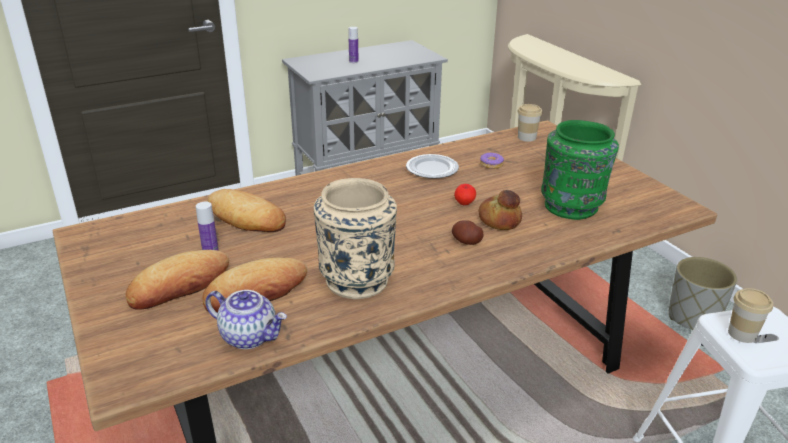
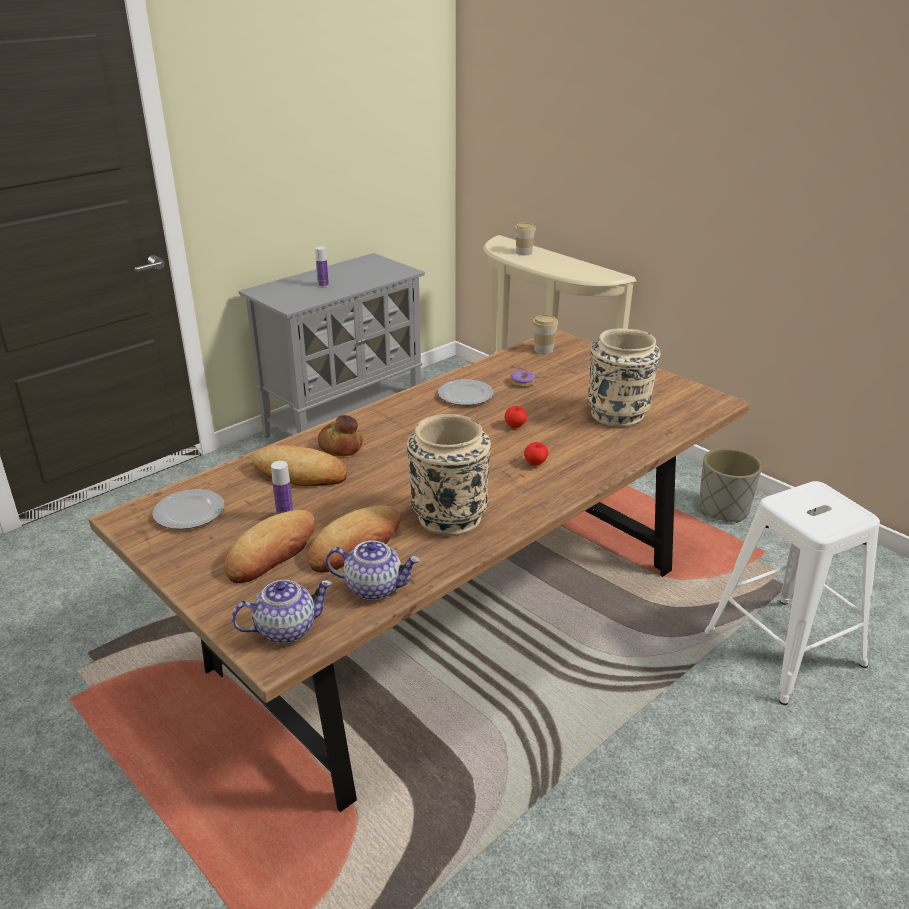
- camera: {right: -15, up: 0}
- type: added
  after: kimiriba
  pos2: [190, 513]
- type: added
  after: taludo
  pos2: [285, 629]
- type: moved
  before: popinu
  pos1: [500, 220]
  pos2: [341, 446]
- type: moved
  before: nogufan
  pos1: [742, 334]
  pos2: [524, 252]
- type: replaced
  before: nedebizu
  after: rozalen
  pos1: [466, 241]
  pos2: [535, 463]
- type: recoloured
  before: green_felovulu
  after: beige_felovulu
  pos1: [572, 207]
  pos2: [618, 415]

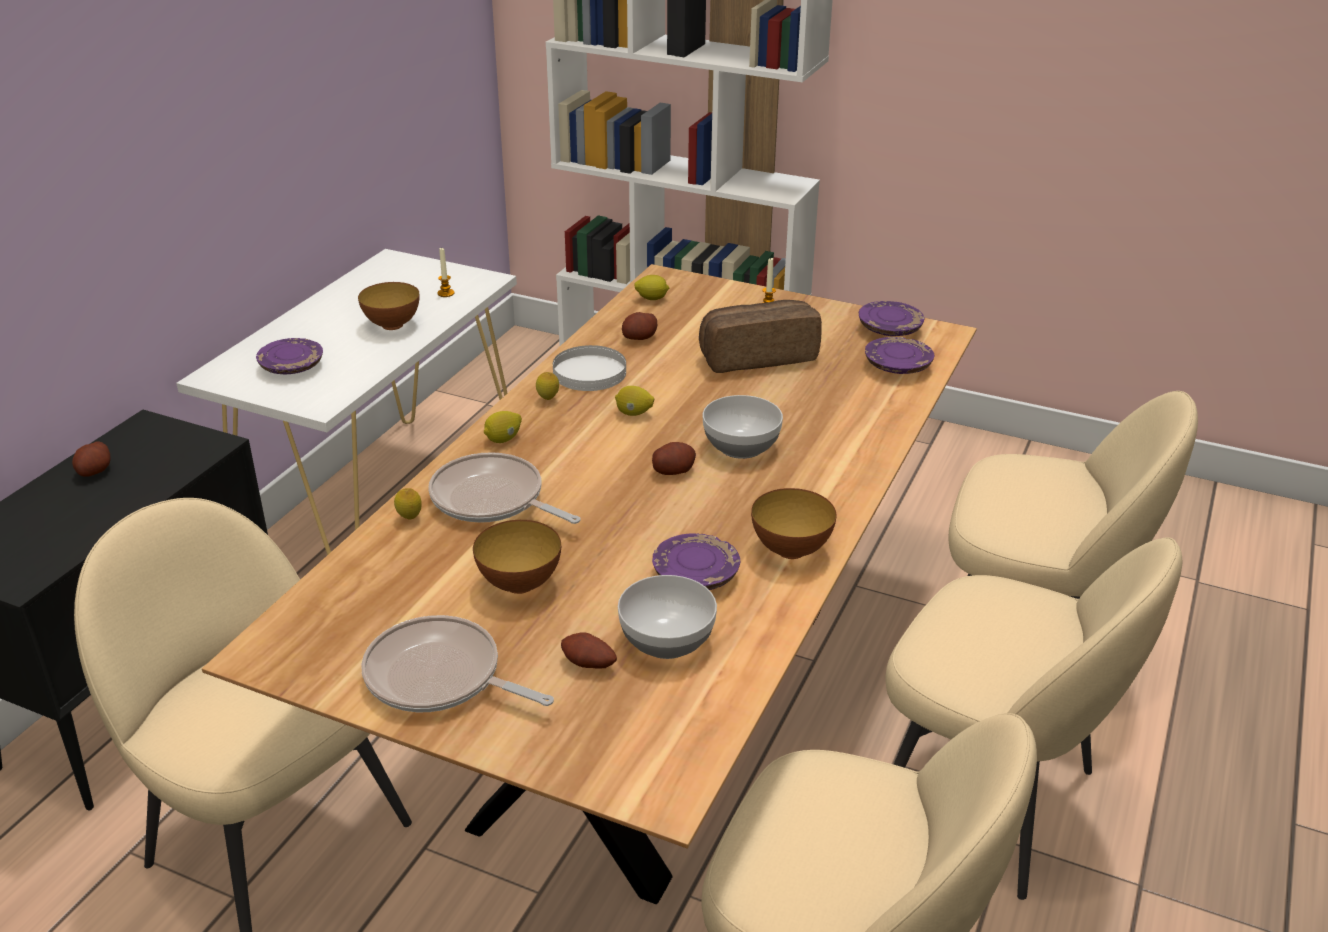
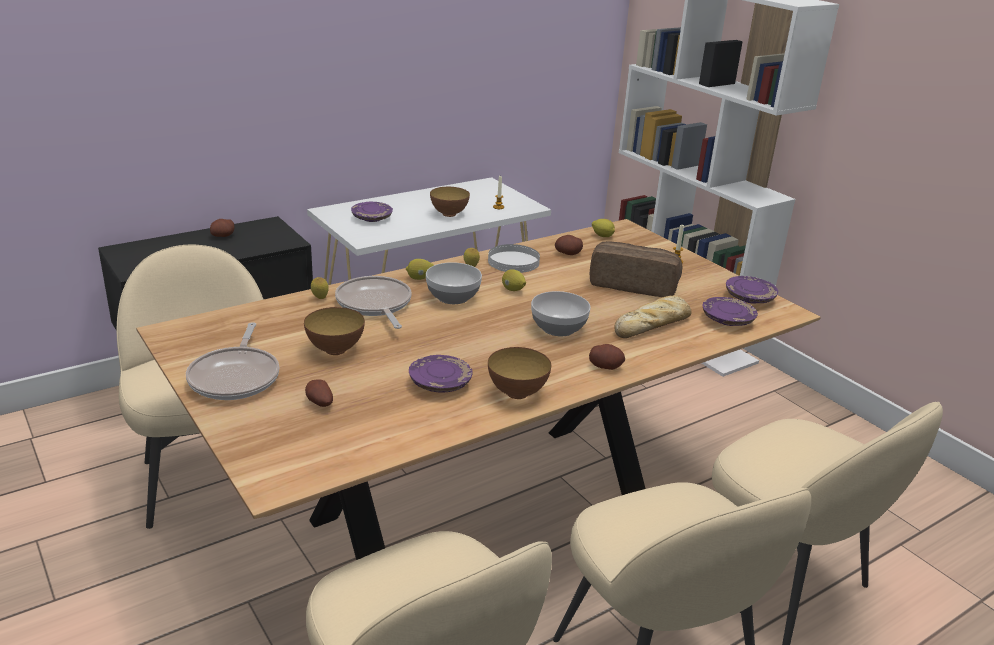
- camera: {right: 30, up: -5}
- type: added
  after: popinu
  pos2: [653, 324]
- type: moved
  before: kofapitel
  pos1: [666, 641]
  pos2: [452, 297]
- type: moved
  before: nedebizu
  pos1: [673, 471]
  pos2: [605, 366]
- type: turned
  before: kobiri
  pos1: [440, 677]
  pos2: [236, 377]
  turn: -150

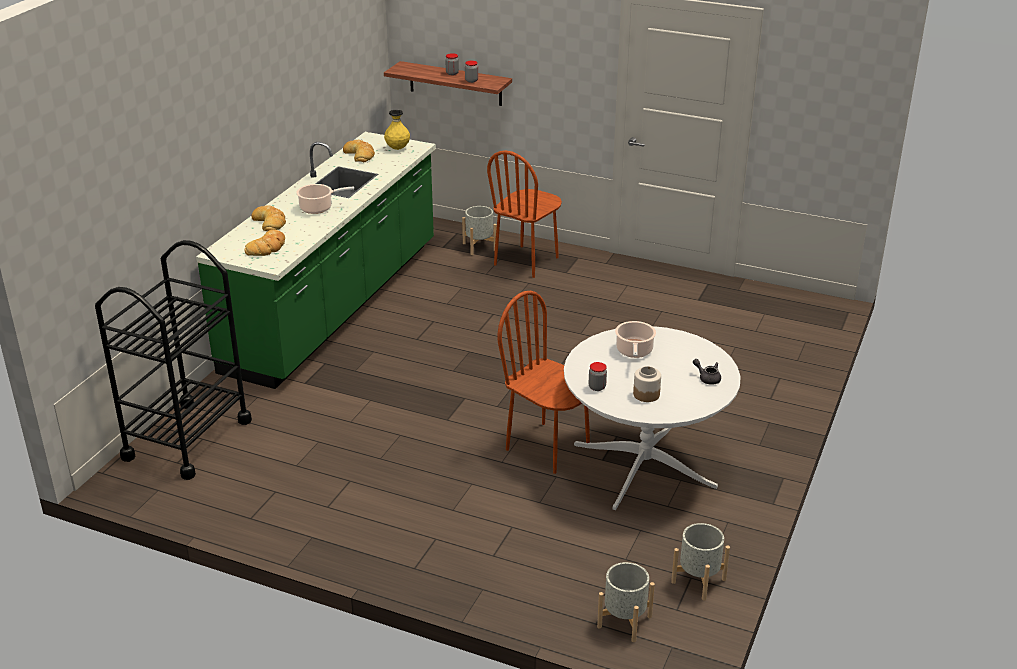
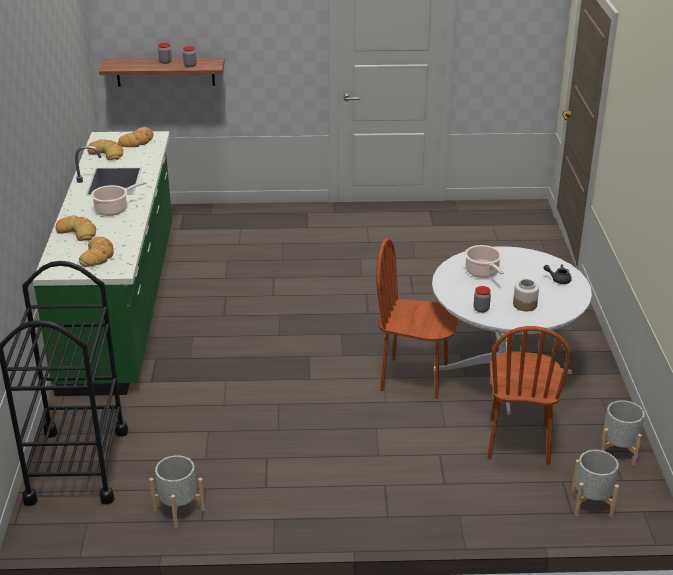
- camera: {right: -25, up: 0}
- type: moved
  before: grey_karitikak
  pos1: [479, 247]
  pos2: [179, 509]
- type: moved
  before: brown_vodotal
  pos1: [526, 261]
  pos2: [518, 441]
- type: replaced
  before: yellow_felovulu
  after: popinu
  pos1: [397, 148]
  pos2: [138, 141]

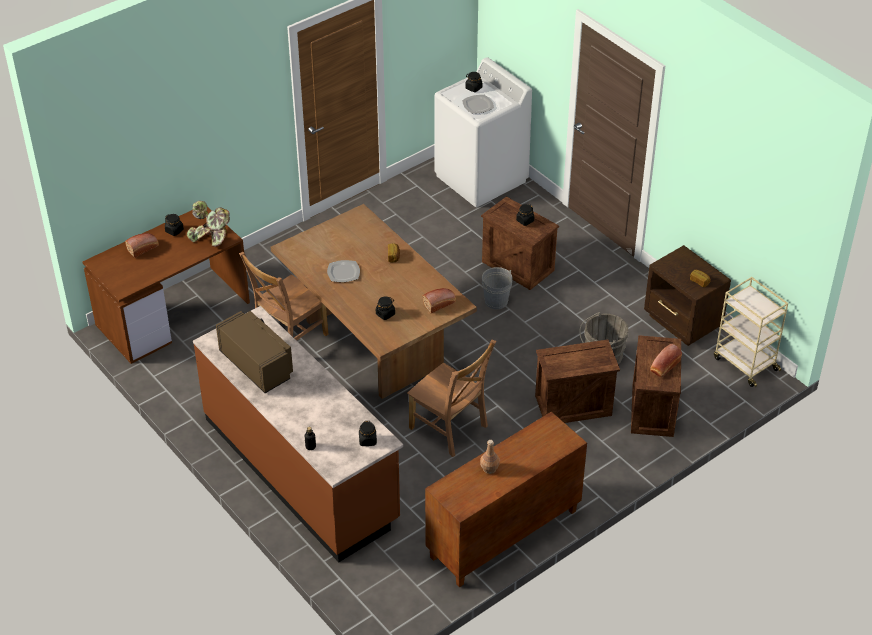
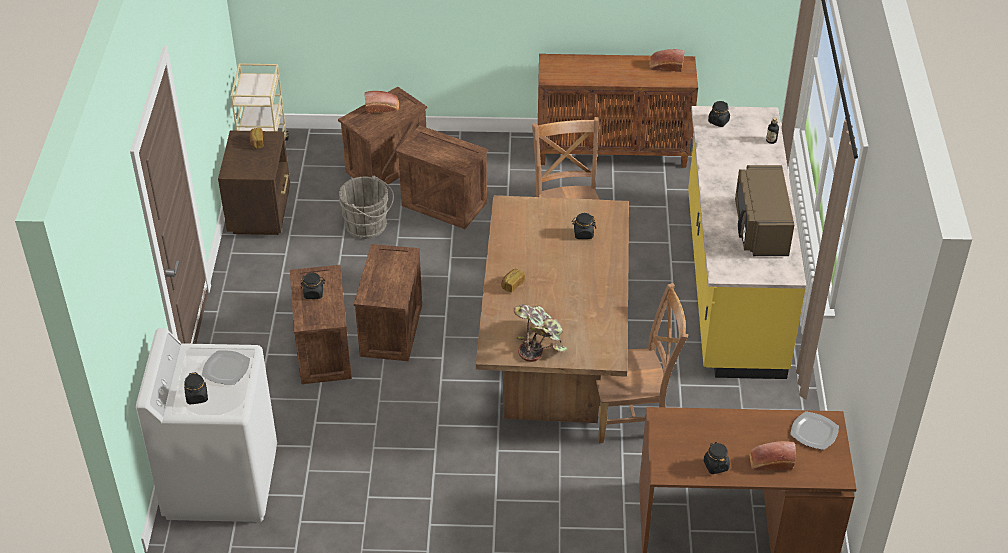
- camera: {right: -140, up: 0}
- type: removed
  before: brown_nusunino
  pos1: [489, 468]
- type: moved
  before: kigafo
  pos1: [211, 238]
  pos2: [539, 342]
- type: moved
  before: kimiriba
  pos1: [343, 272]
  pos2: [814, 432]
- type: moved
  before: popinu
  pos1: [440, 304]
  pos2: [665, 66]
- type: replaced
  before: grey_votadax
  after: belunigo
  pos1: [496, 301]
  pos2: [390, 329]
- type: recoloured
  before: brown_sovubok
  after: yellow_sovubok
  pos1: [301, 469]
  pos2: [731, 284]

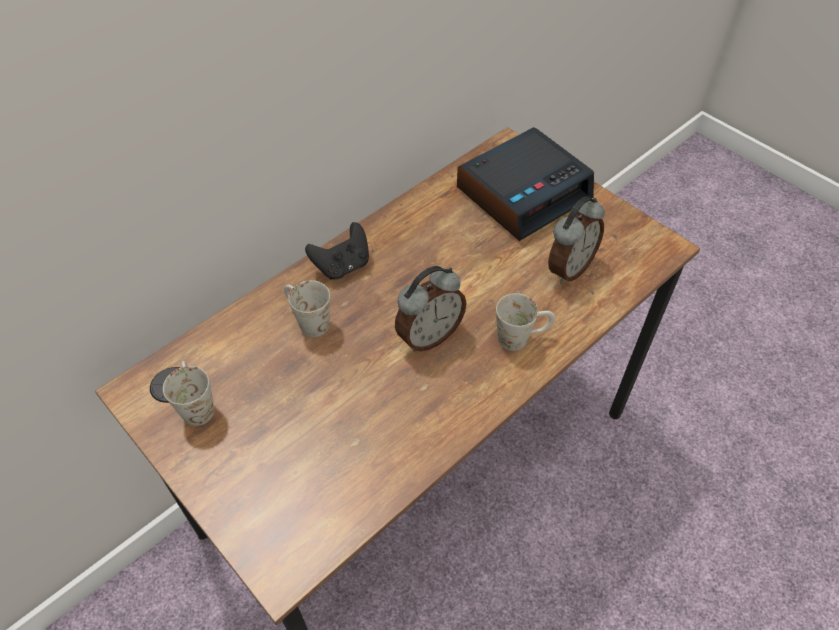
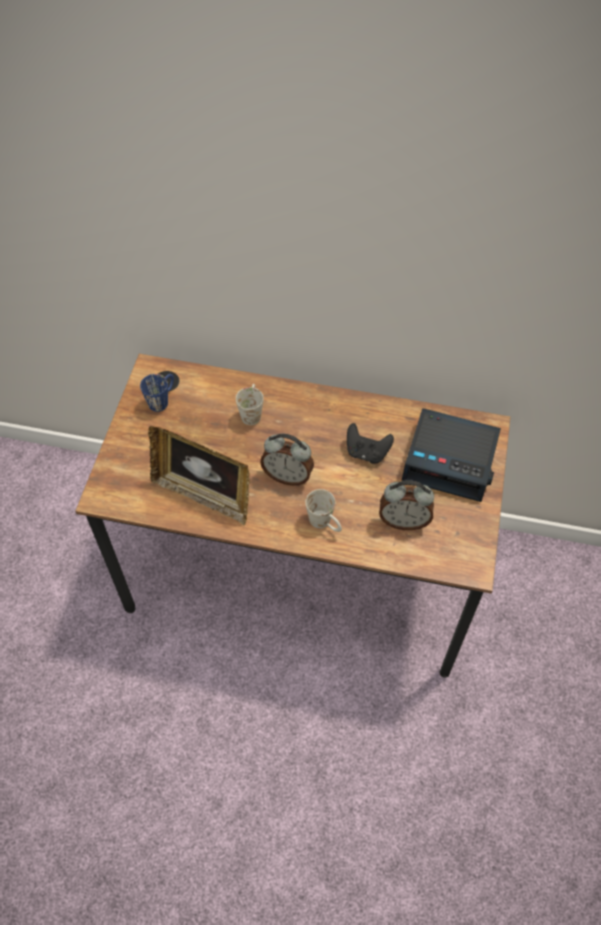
- camera: {right: 55, up: 5}
- type: added
  after: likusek
  pos2: [203, 495]
- type: moved
  before: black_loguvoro
  pos1: [342, 266]
  pos2: [366, 452]
- type: recoloured
  before: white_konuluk
  after: blue_konuluk
  pos1: [196, 403]
  pos2: [162, 399]

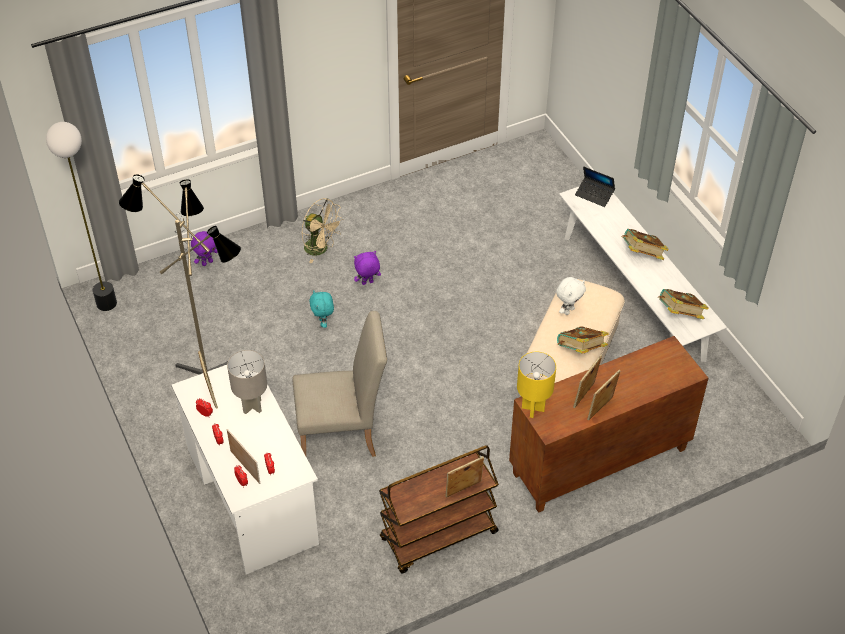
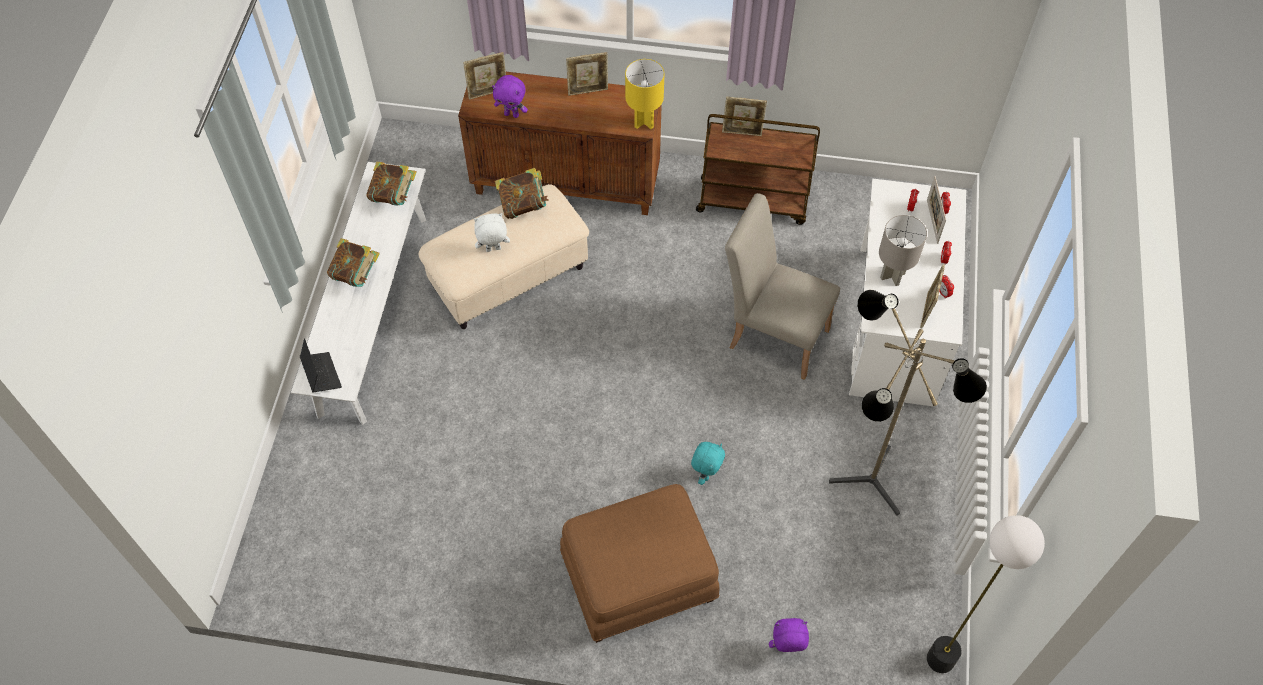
- camera: {right: -145, up: 10}
- type: moved
  before: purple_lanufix
  pos1: [367, 283]
  pos2: [512, 114]
- type: moved
  before: likusek
  pos1: [585, 396]
  pos2: [488, 92]
- type: replaced
  before: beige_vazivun
  after: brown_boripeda
  pos1: [321, 249]
  pos2: [639, 581]

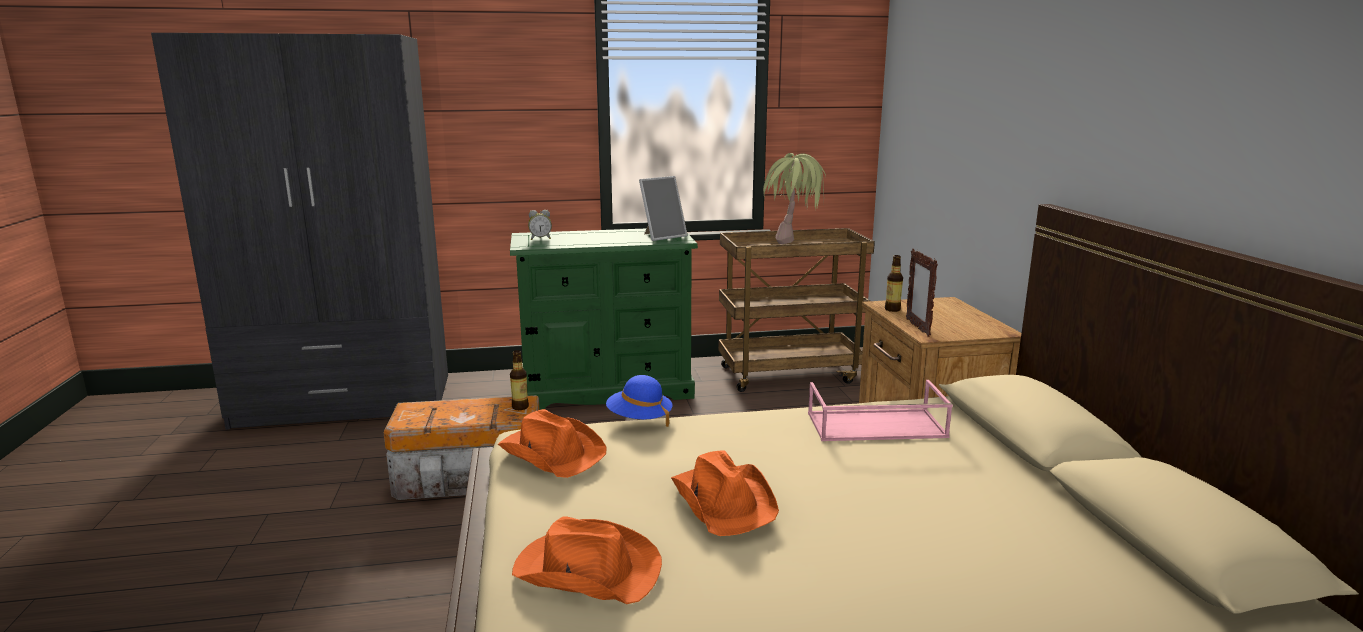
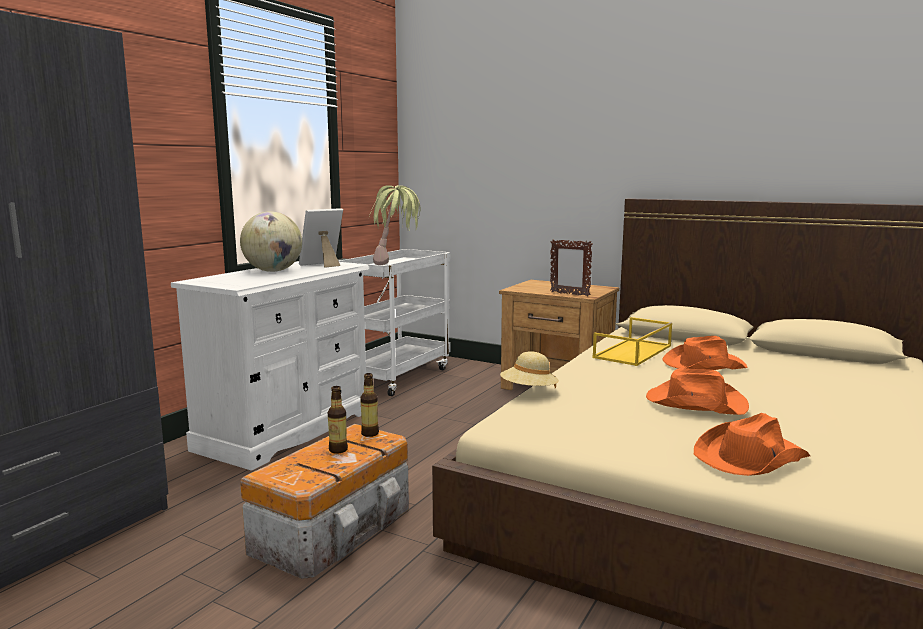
- camera: {right: -50, up: -5}
- type: removed
  before: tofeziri
  pos1: [540, 239]
- type: added
  after: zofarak
  pos2: [273, 271]
- type: moved
  before: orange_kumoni
  pos1: [552, 452]
  pos2: [702, 364]
- type: moved
  before: nusunino
  pos1: [892, 309]
  pos2: [338, 450]
- type: recoloured
  before: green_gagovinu
  after: white_gagovinu
  pos1: [606, 389]
  pos2: [287, 429]
- type: recoloured
  before: blue_kumoni
  after: beige_kumoni
  pos1: [639, 419]
  pos2: [528, 391]
- type: recoloured
  before: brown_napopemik
  after: white_napopemik
  pos1: [789, 374]
  pos2: [396, 376]
- type: recoloured
  before: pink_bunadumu
  after: yellow_bunadumu
  pos1: [875, 426]
  pos2: [633, 352]
- type: turned
  before: likusek
  pos1: [662, 236]
  pos2: [323, 265]
  turn: -135

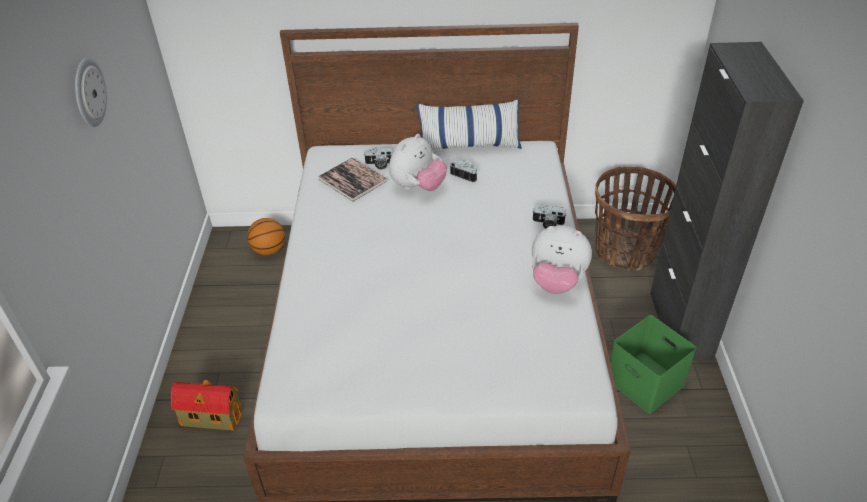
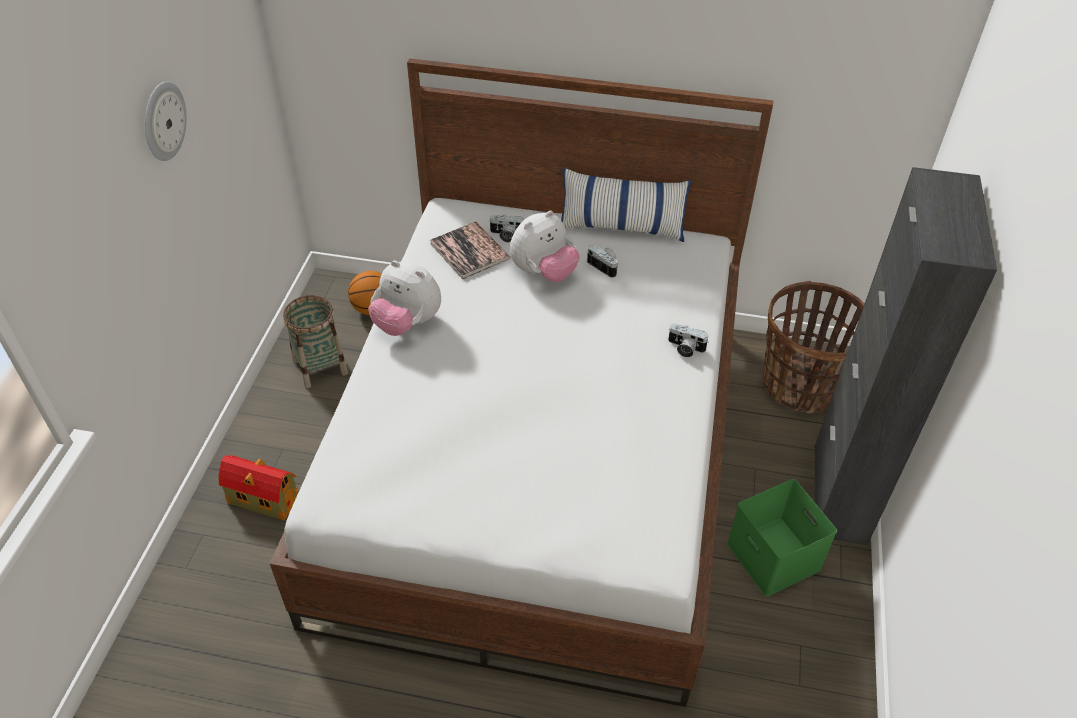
- camera: {right: 10, up: 5}
- type: added
  after: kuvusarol
  pos2: [320, 367]
- type: moved
  before: lanufix
  pos1: [556, 282]
  pos2: [407, 323]

